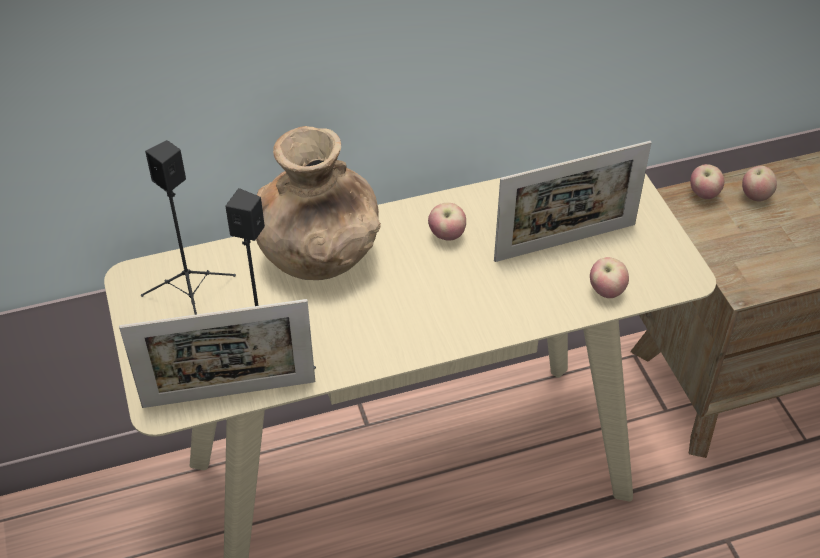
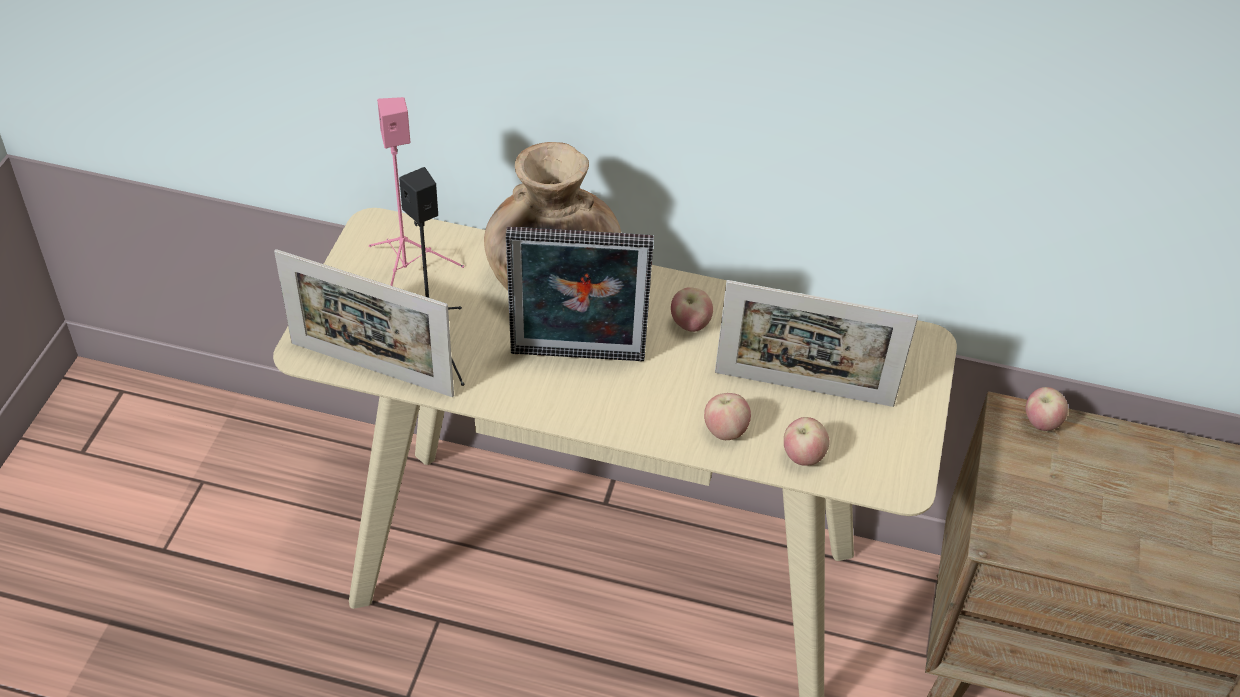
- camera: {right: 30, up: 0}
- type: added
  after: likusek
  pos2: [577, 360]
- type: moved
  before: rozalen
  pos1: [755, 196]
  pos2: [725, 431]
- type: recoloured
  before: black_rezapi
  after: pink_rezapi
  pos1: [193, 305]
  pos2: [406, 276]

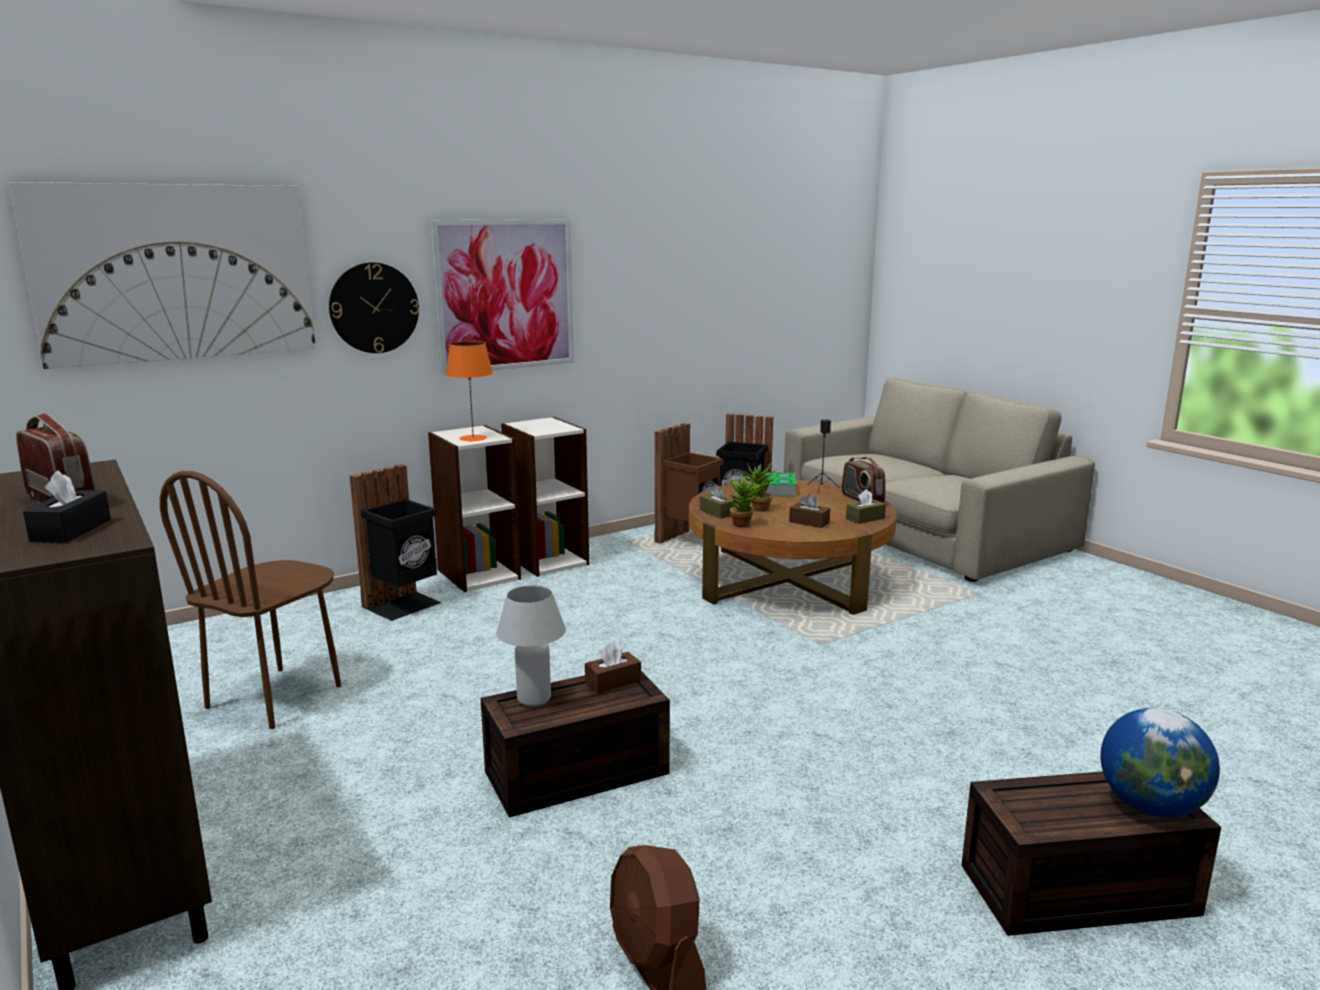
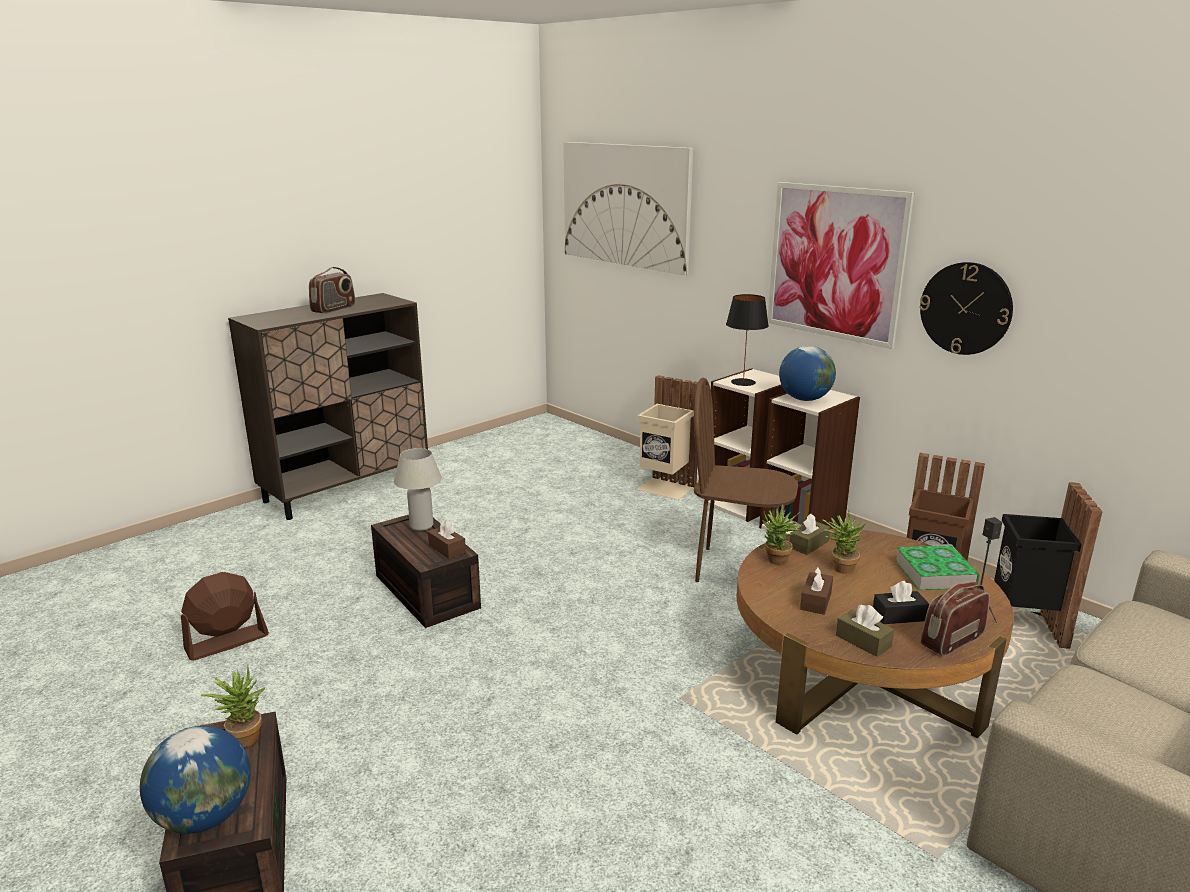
- camera: {right: 80, up: 5}
- type: added
  after: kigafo
  pos2: [242, 737]
- type: added
  after: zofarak
  pos2: [804, 399]
- type: moved
  before: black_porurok
  pos1: [71, 530]
  pos2: [899, 616]
- type: moved
  before: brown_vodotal
  pos1: [275, 697]
  pos2: [737, 569]
- type: moved
  before: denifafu
  pos1: [374, 308]
  pos2: [965, 308]
- type: recoloured
  before: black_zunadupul
  after: beige_zunadupul
  pos1: [404, 605]
  pos2: [665, 488]
- type: recoloured
  before: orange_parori
  after: black_parori
  pos1: [473, 438]
  pos2: [743, 382]

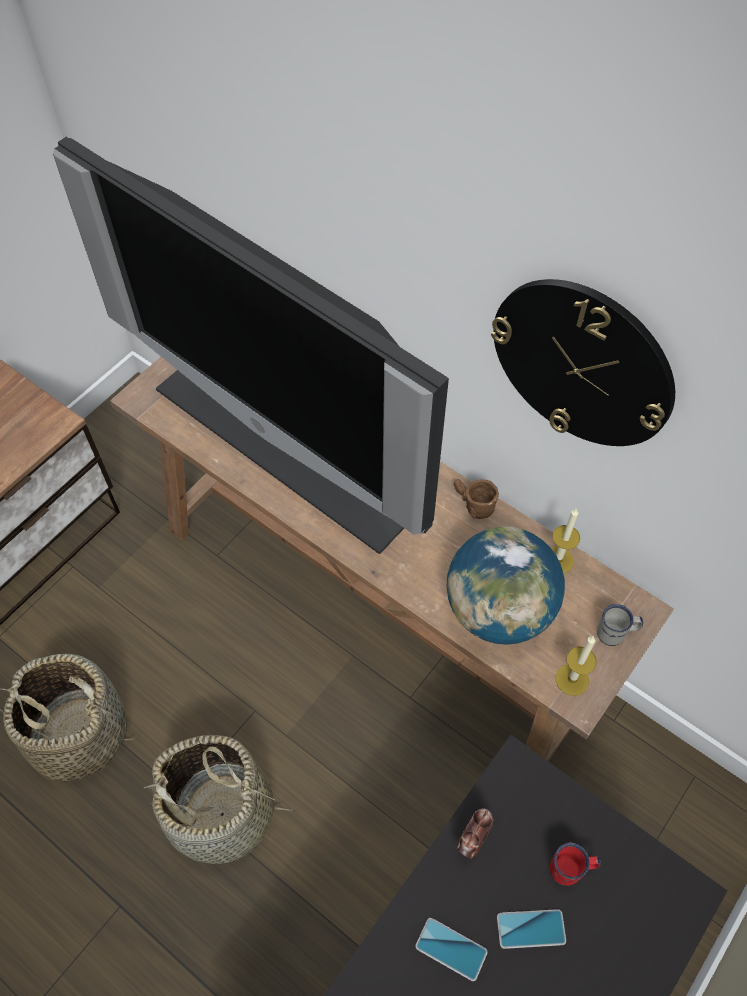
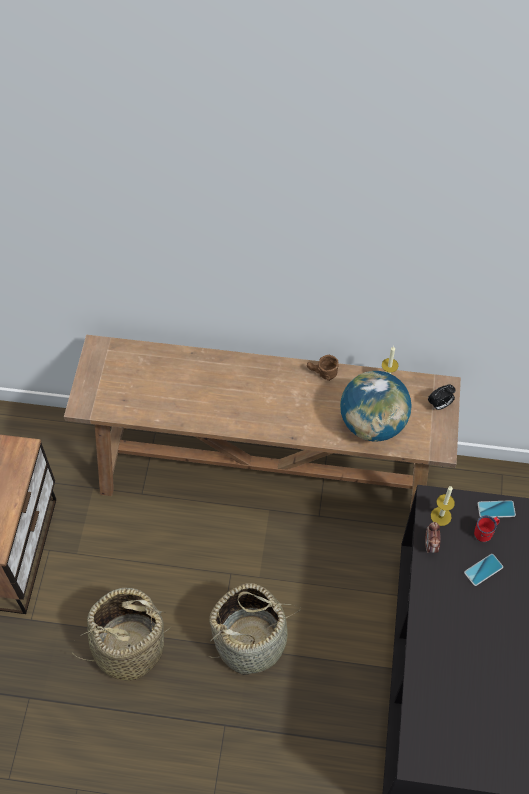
- camera: {right: -30, up: 0}
- type: removed
  before: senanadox
  pos1: [295, 438]
- type: removed
  before: denifafu
  pos1: [582, 363]
- type: moved
  before: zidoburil
  pos1: [451, 949]
  pos2: [496, 509]
- type: moved
  before: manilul
  pos1: [572, 679]
  pos2: [441, 516]
- type: replaced
  before: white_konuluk
  after: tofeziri
  pos1: [616, 633]
  pos2: [439, 405]

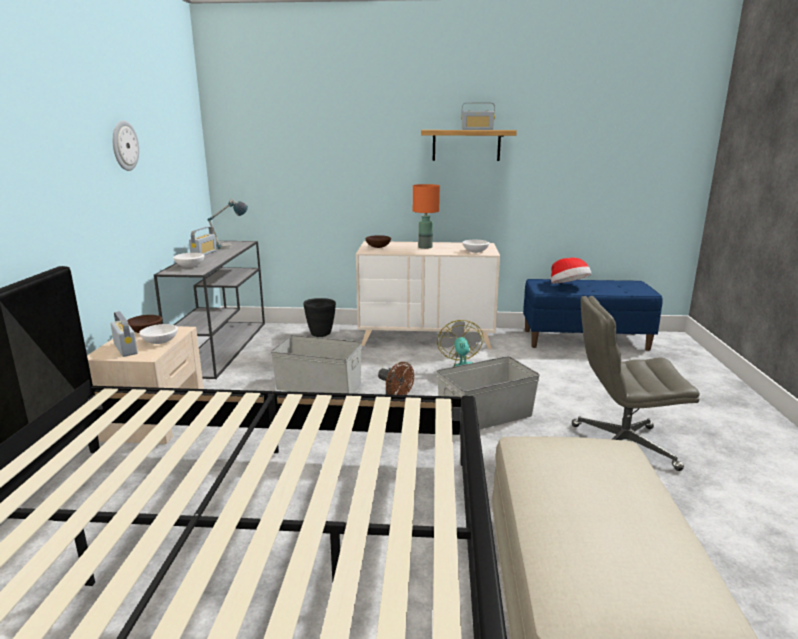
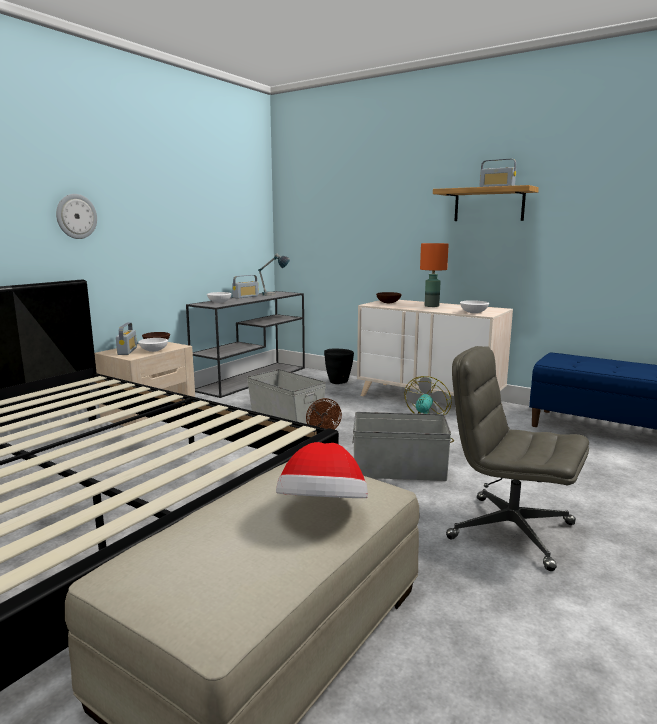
- camera: {right: 30, up: -5}
- type: moved
  before: denifafu
  pos1: [124, 145]
  pos2: [76, 216]
- type: moved
  before: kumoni
  pos1: [568, 286]
  pos2: [323, 512]

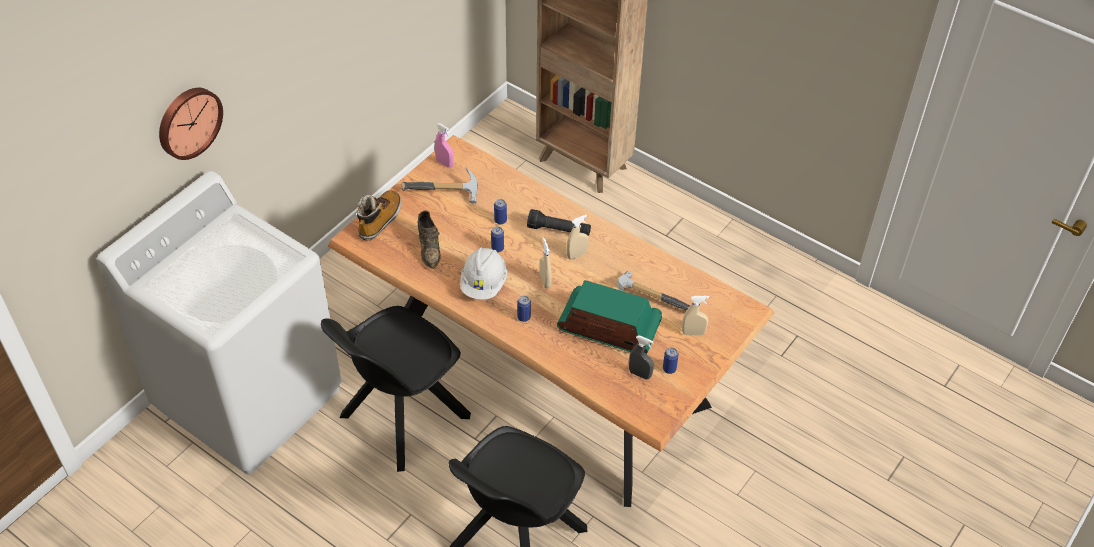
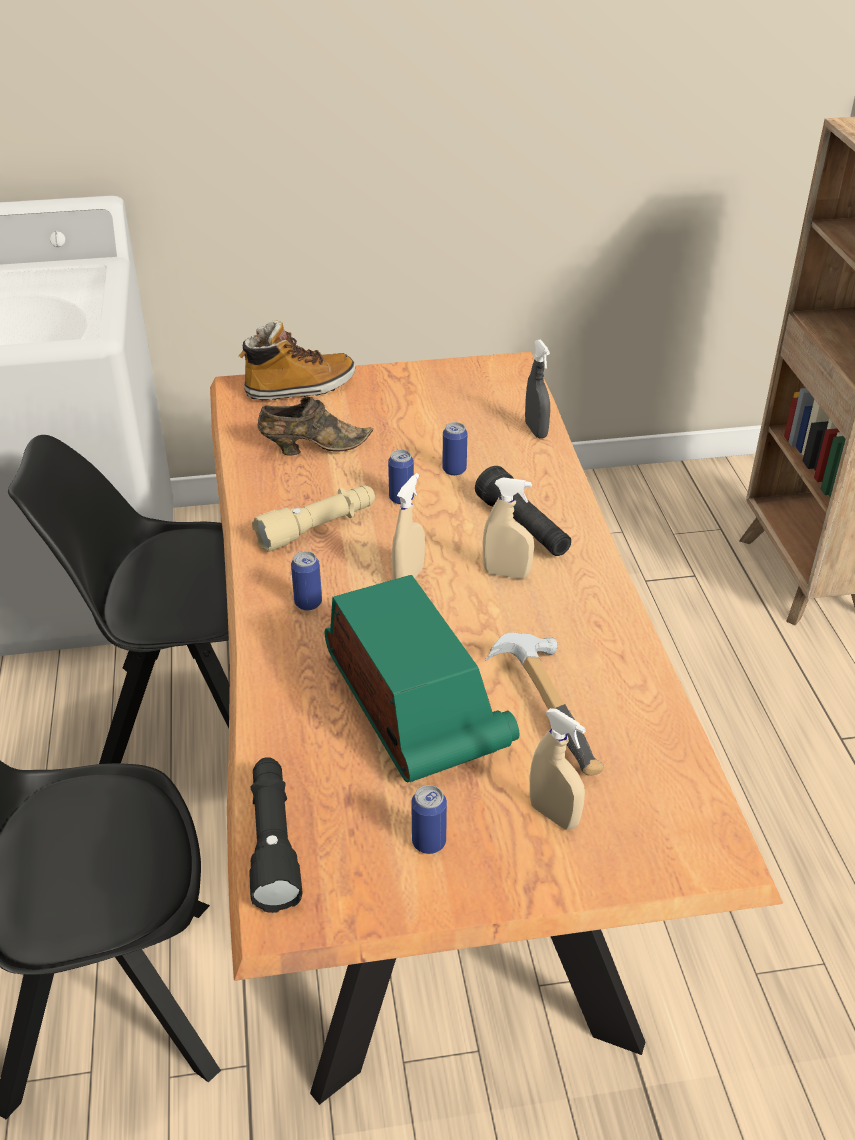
- camera: {right: 45, up: -10}
- type: removed
  before: denifafu
  pos1: [188, 122]
- type: removed
  before: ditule
  pos1: [443, 194]
- type: removed
  before: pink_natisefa
  pos1: [444, 163]
- type: added
  after: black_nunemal
  pos2: [273, 842]
- type: moved
  before: grey_natisefa
  pos1: [640, 374]
  pos2: [536, 430]
- type: replaced
  before: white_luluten
  after: beige_nunemal
  pos1: [484, 284]
  pos2: [318, 528]
- type: turned
  before: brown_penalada
  pos1: [429, 248]
  pos2: [312, 448]
  turn: -135

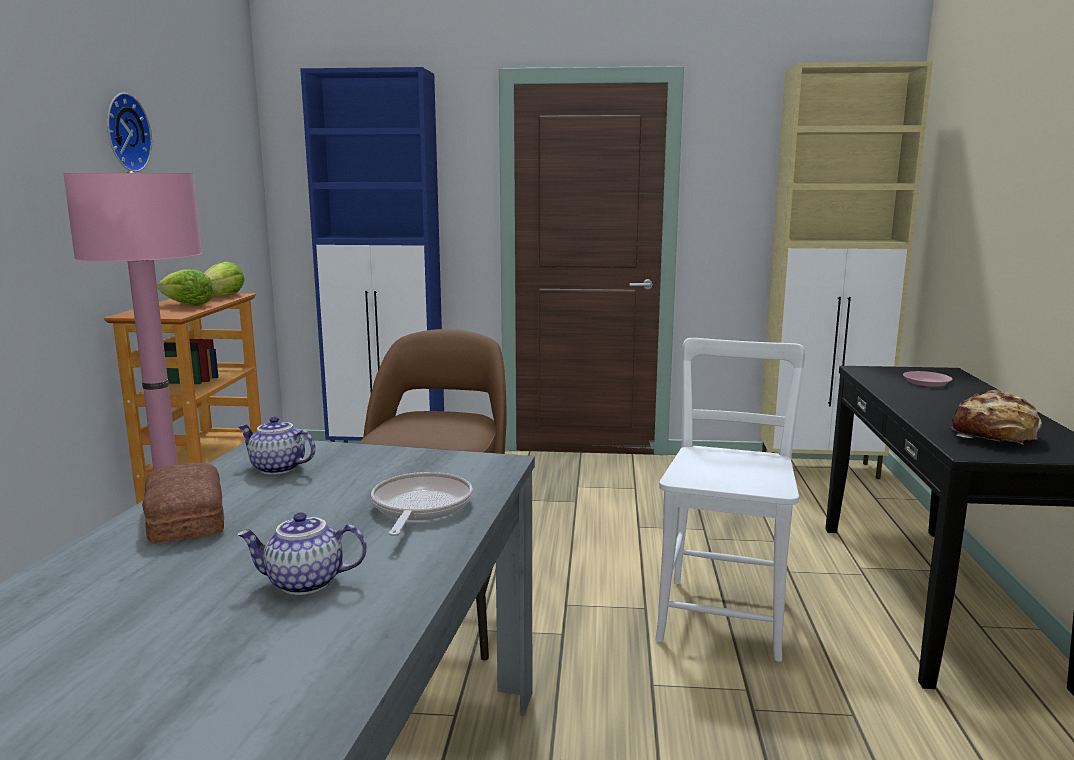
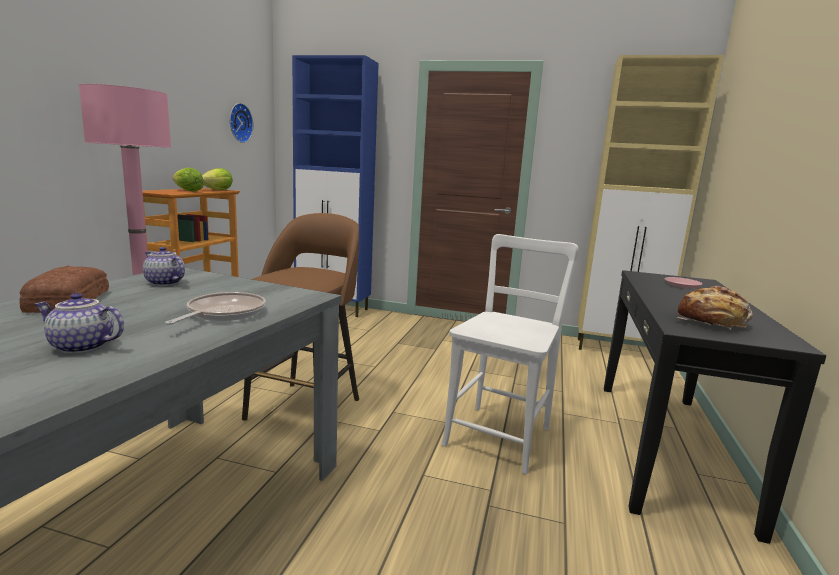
- camera: {right: 10, up: 0}
- type: moved
  before: denifafu
  pos1: [124, 132]
  pos2: [239, 123]

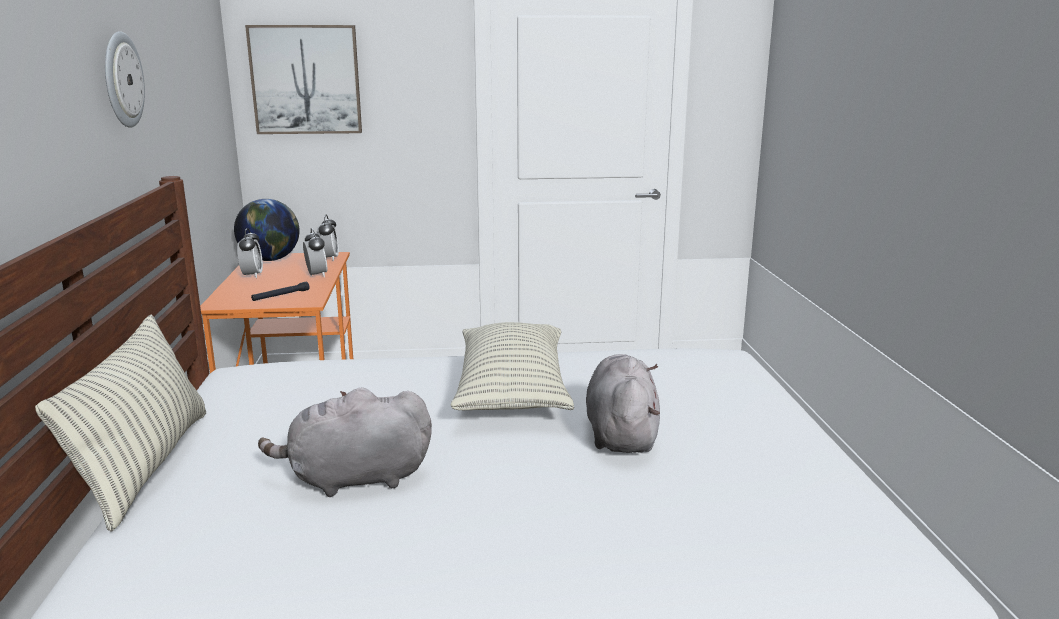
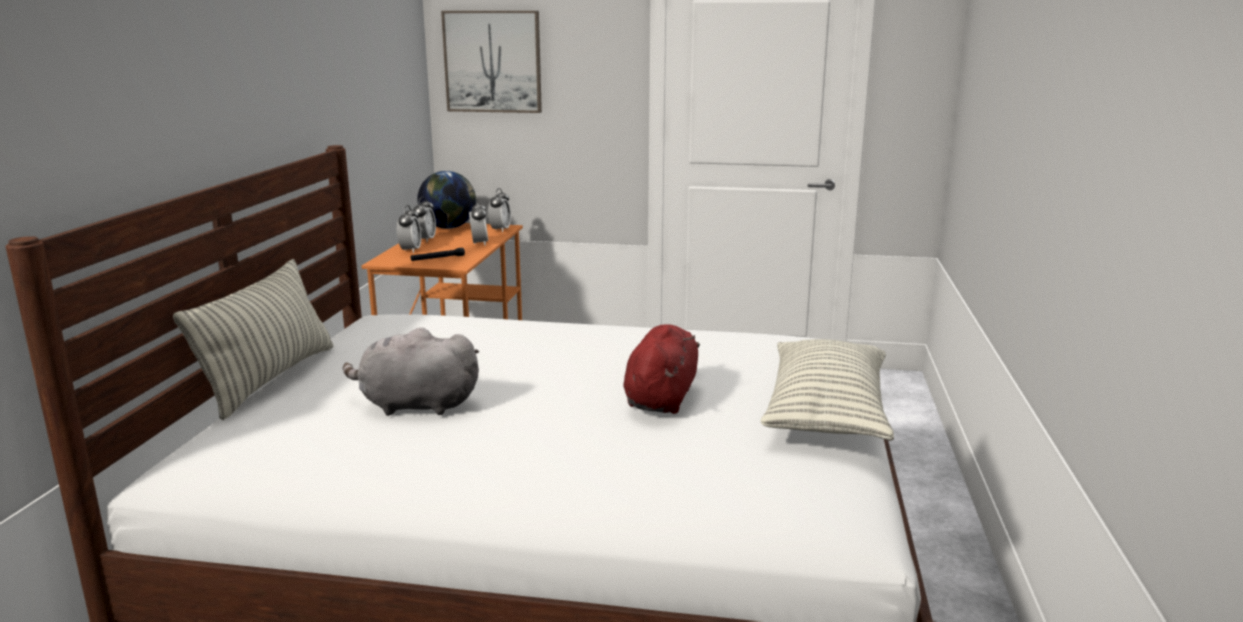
- camera: {right: 15, up: 0}
- type: removed
  before: denifafu
  pos1: [121, 80]
- type: added
  after: tofeziri
  pos2: [410, 250]
- type: moved
  before: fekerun
  pos1: [512, 391]
  pos2: [826, 413]
- type: recoloured
  before: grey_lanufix
  after: red_lanufix
  pos1: [621, 434]
  pos2: [661, 397]

